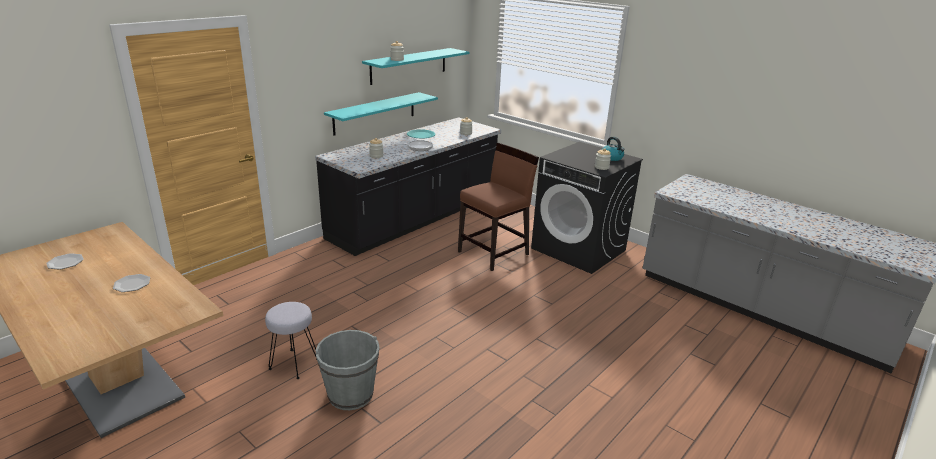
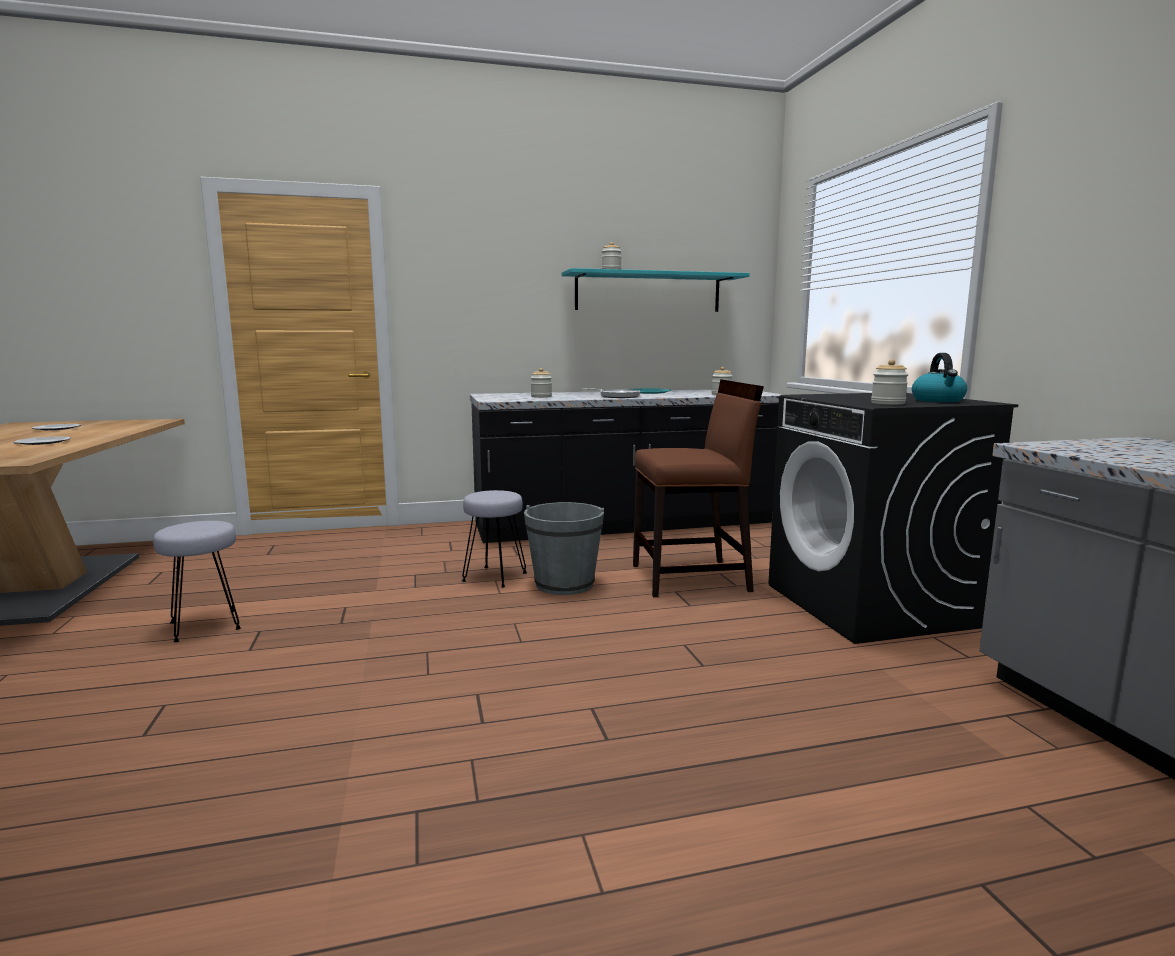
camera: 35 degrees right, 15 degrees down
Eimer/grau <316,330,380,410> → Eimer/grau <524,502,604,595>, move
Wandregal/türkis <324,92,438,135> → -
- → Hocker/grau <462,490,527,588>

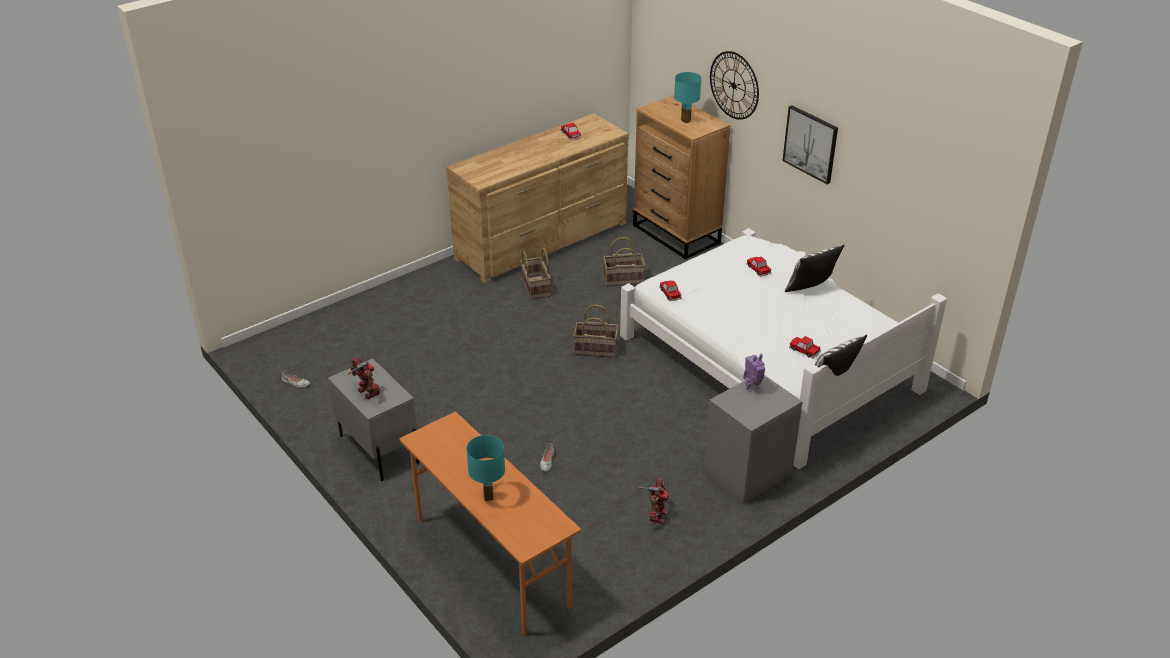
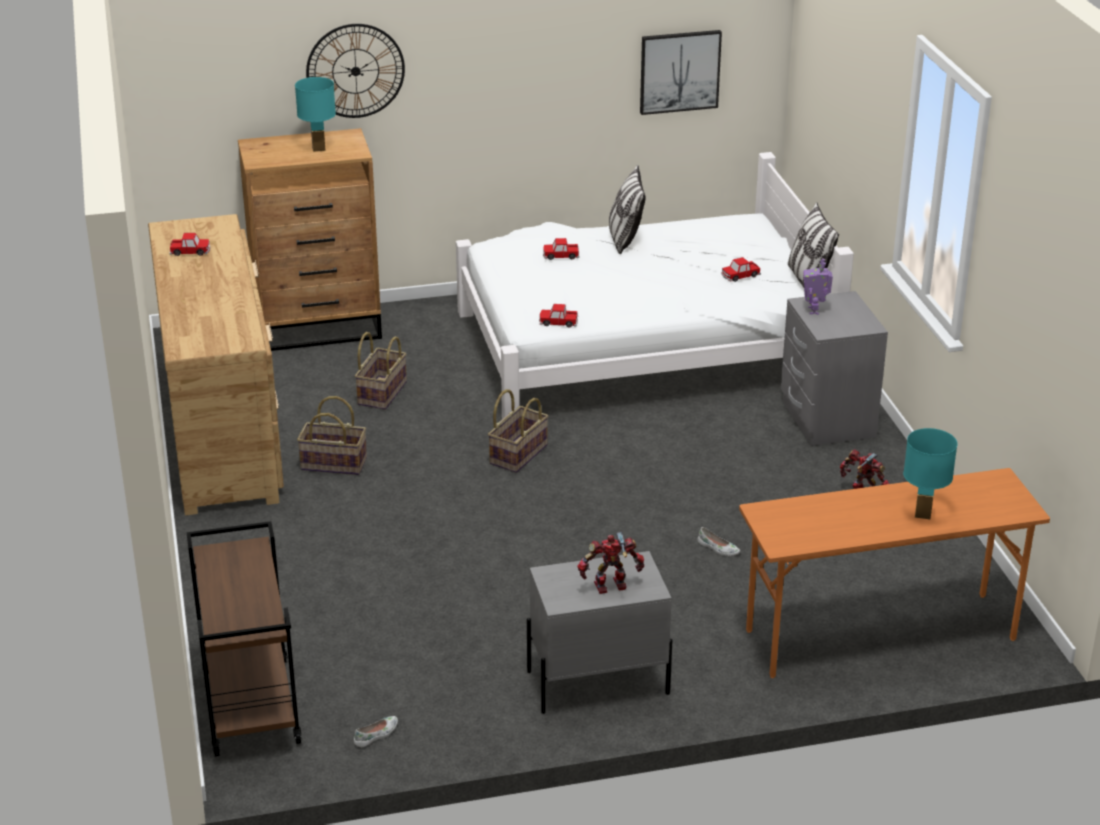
camera: 65 degrees left, 5 degrees down
Bild <783,105,838,184> → Bild <640,30,722,115>, move
- → Rollwagen/braun <187,521,301,757>

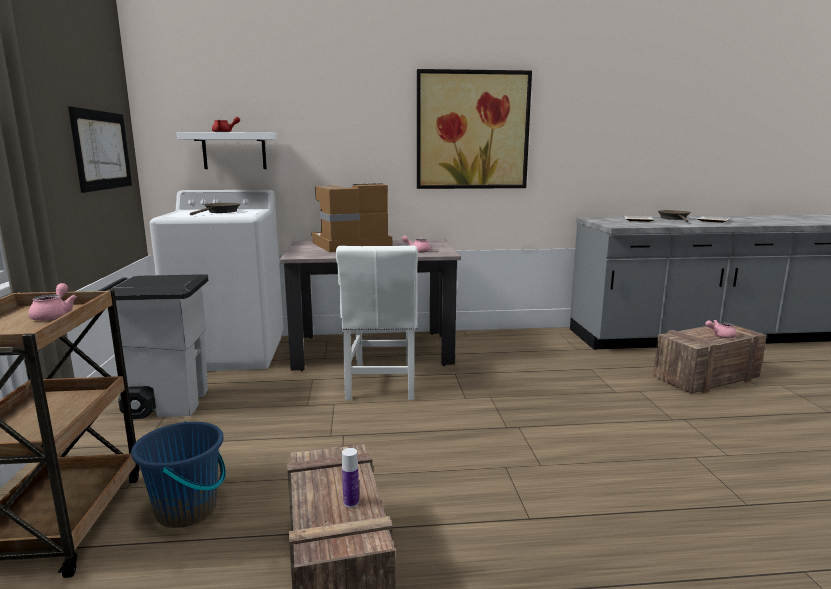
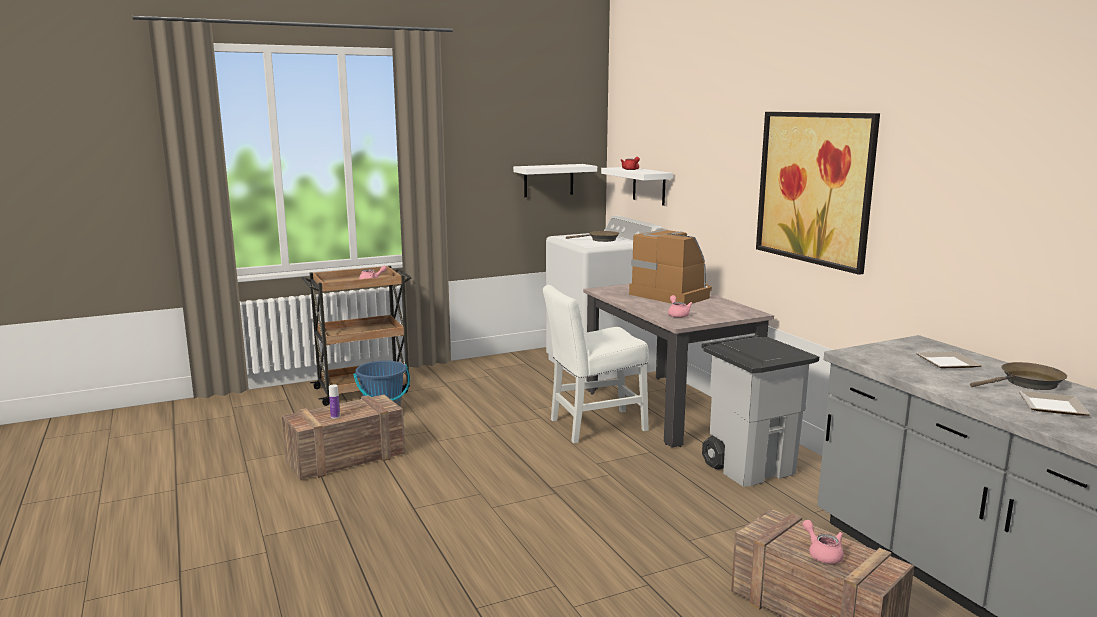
camera: 70 degrees right, 0 degrees up
Bild <68,106,132,193> → Wandregal/weiß <513,164,597,197>
Mülleimer/grau <98,274,209,419> → Mülleimer/grau <702,335,819,487>, move

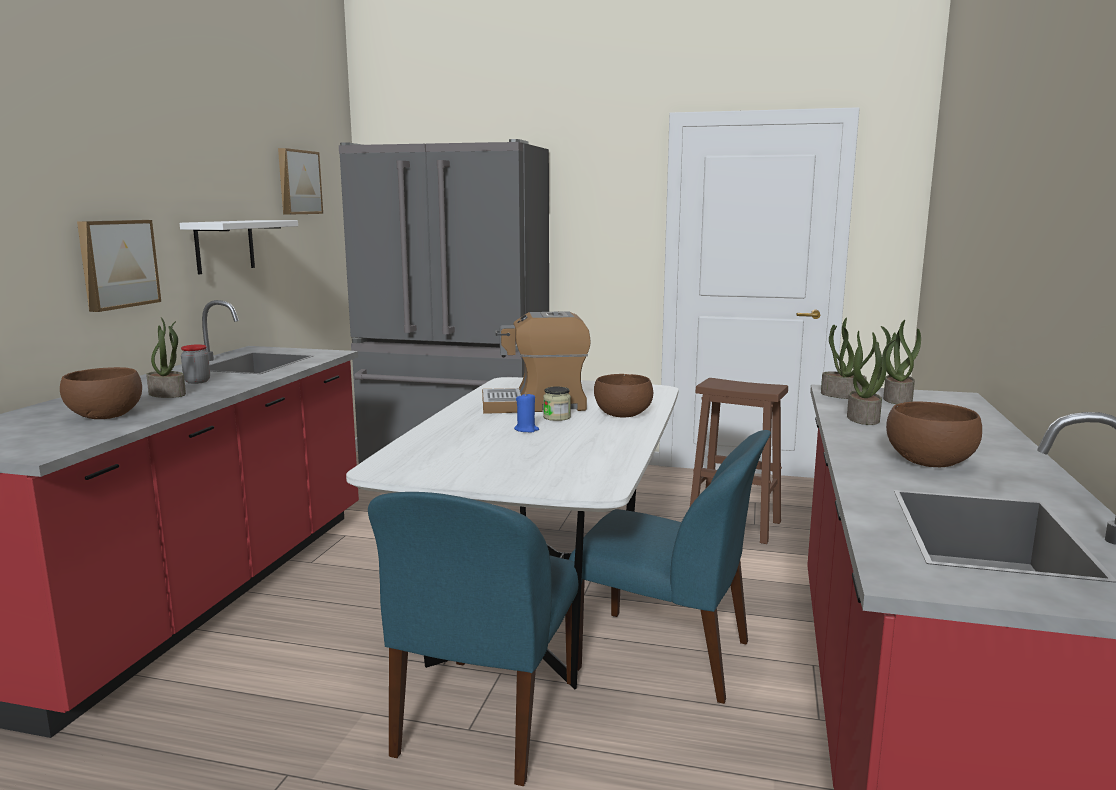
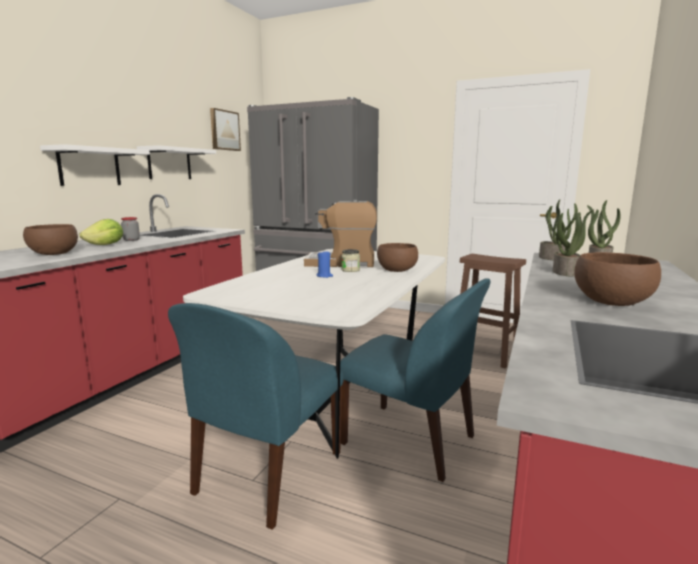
camera: 10 degrees right, 0 degrees up
Bild <77,220,161,312> → Wandregal/weiß <40,144,150,186>
Topfpflanze <146,317,186,398> → Salatkopf <80,219,123,245>

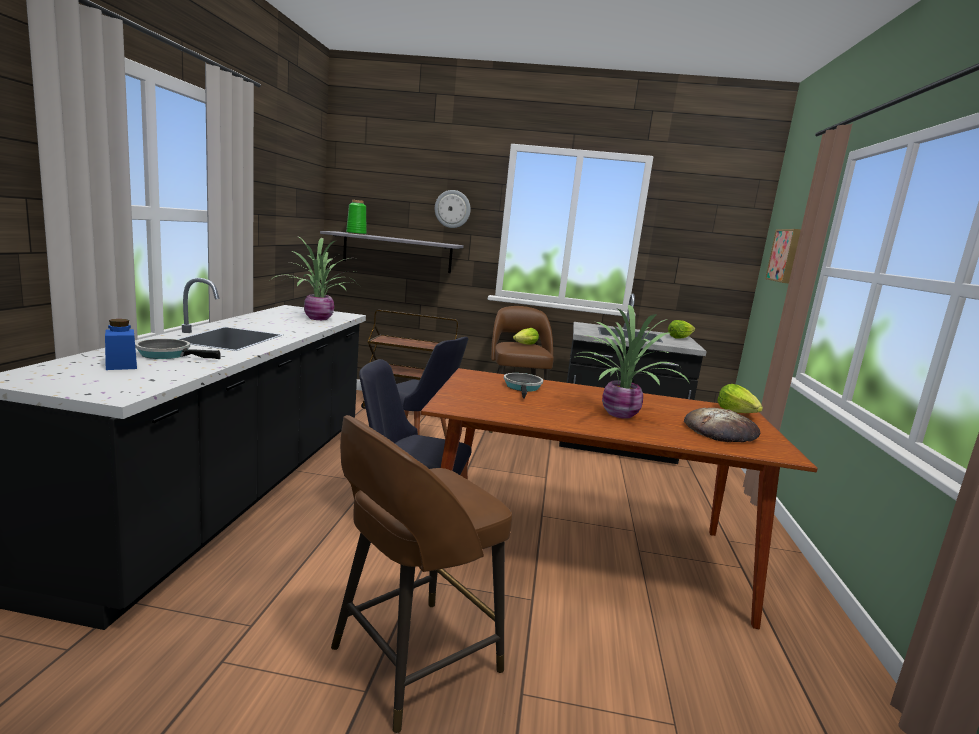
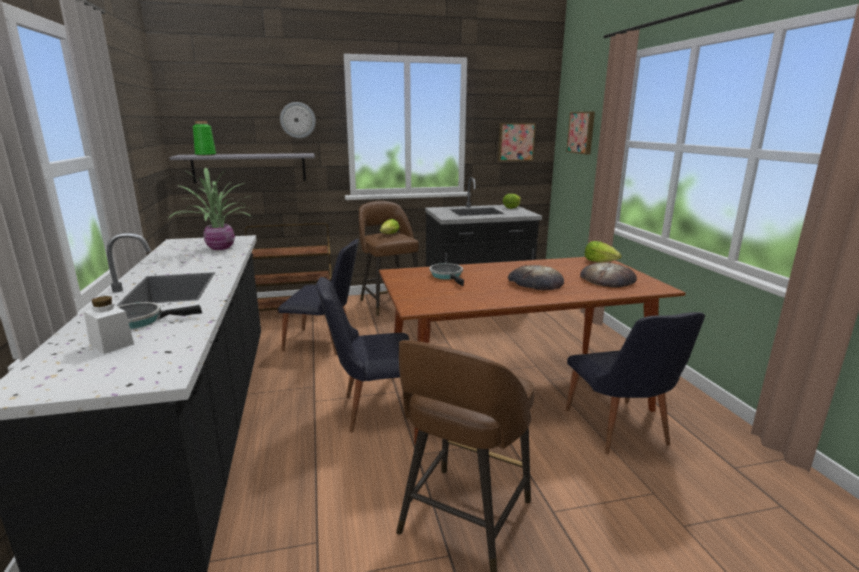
camera: 20 degrees left, 5 degrees up
Vorratsglas/blau <105,319,137,370> → Vorratsglas/weiß <84,296,134,354>
Topfpflanze <576,305,689,419> → Brot <508,265,564,291>
- → Bild <498,123,536,161>
- → Stuhl/schwarz <566,312,705,455>

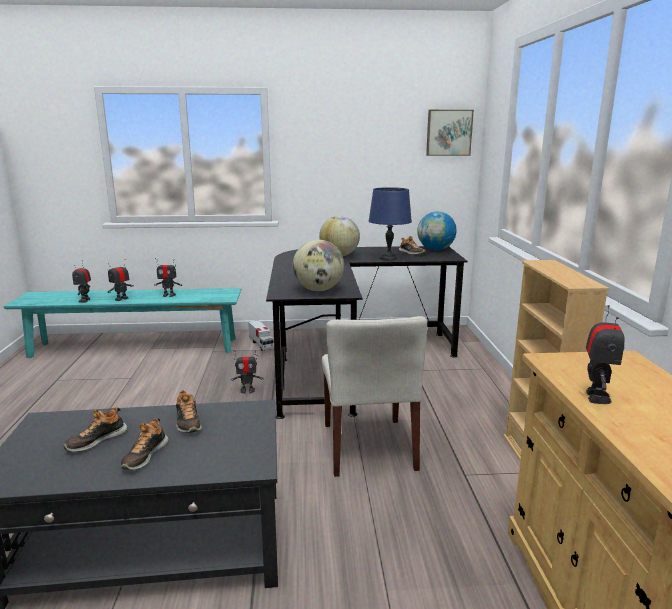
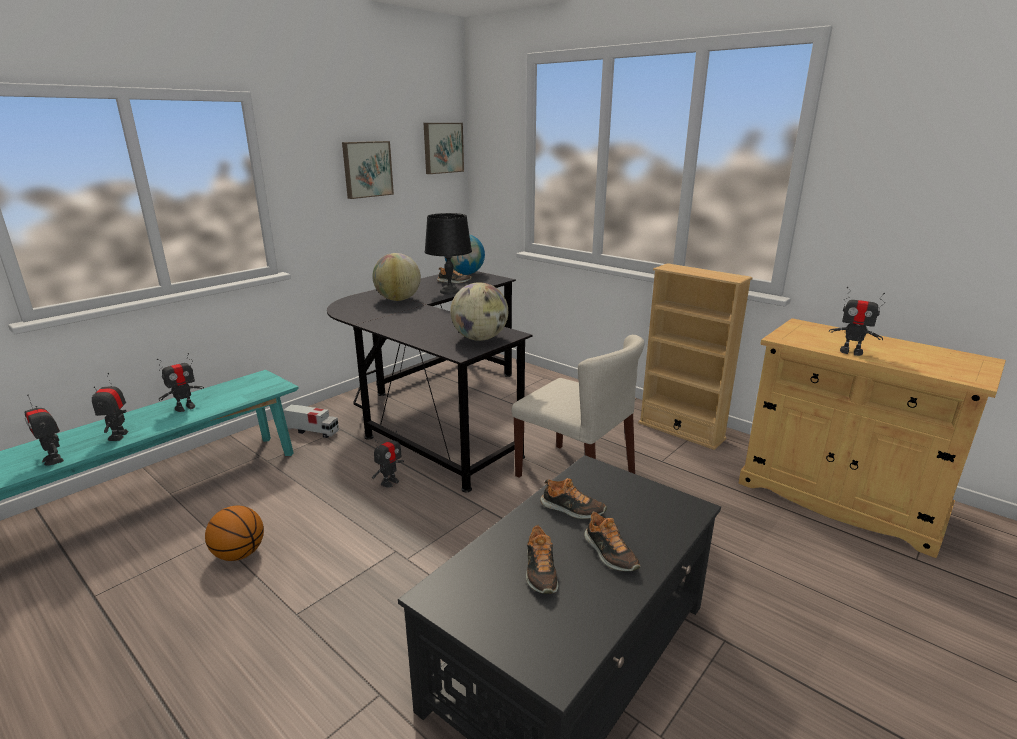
camera: 45 degrees left, 5 degrees up
Tischlampe/blau <369,187,412,260> → Tischlampe/schwarz <425,213,472,294>
Spielzeugroboter <586,305,625,404> → Spielzeugroboter <829,287,885,356>, 150 degrees clockwise
- → Basketball <205,506,264,561>
- → Bild <342,141,394,199>

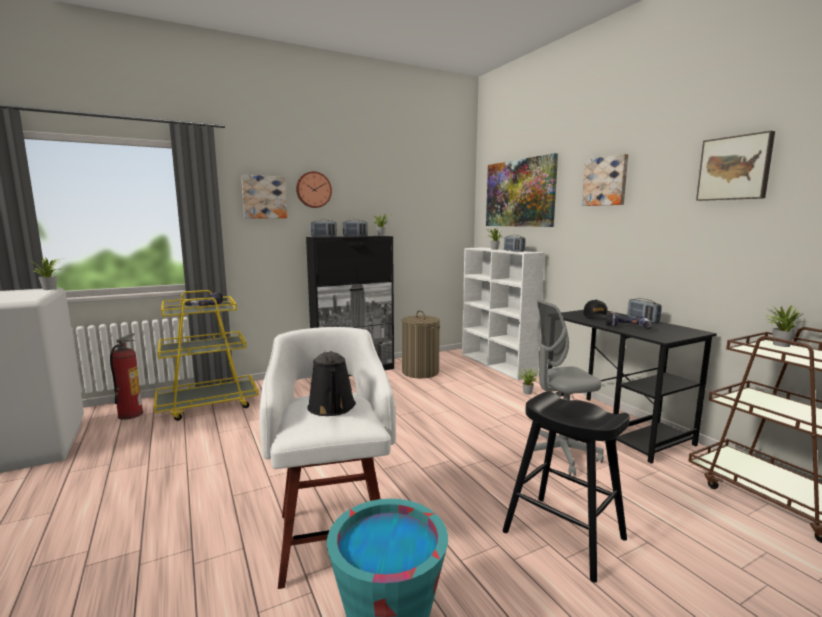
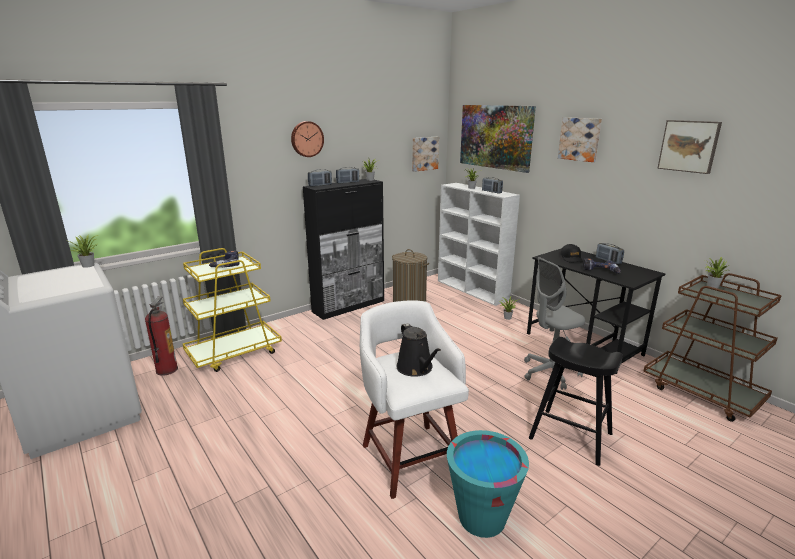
camera: 10 degrees left, 10 degrees up
Bild <241,175,287,218> → Bild <412,137,439,172>, move

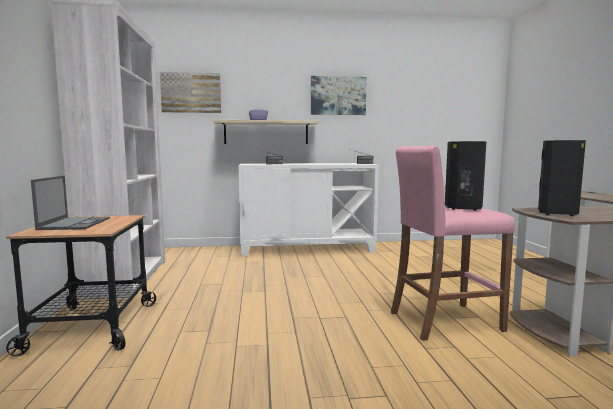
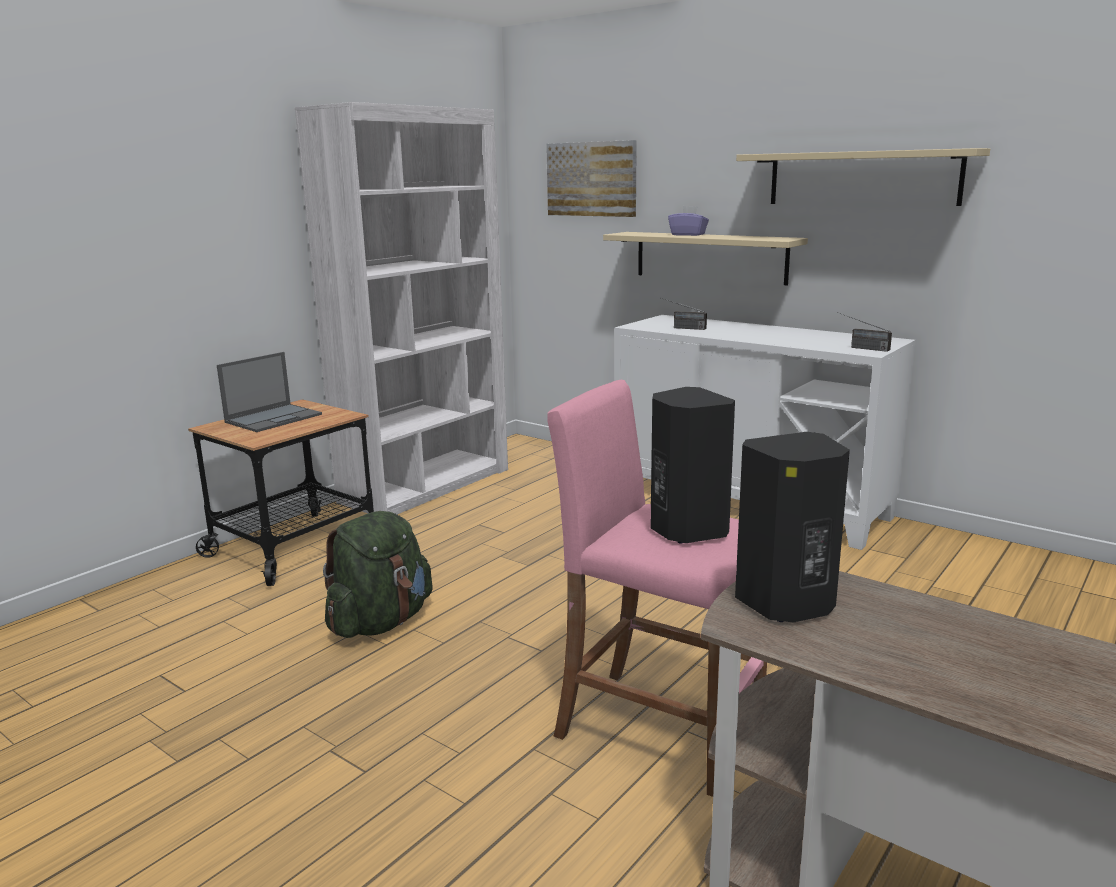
camera: 45 degrees right, 10 degrees up
Bild <311,76,367,115> → Wandregal/beige <736,148,990,206>
- → Rucksack/grün <323,511,432,638>

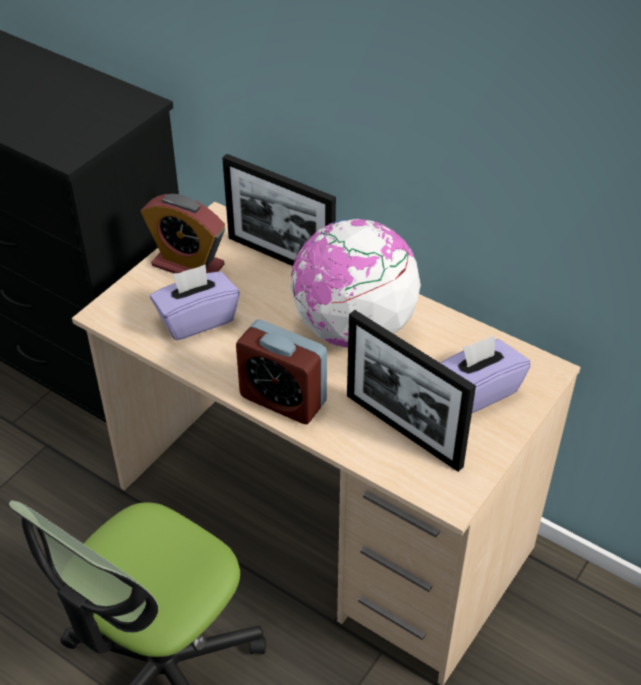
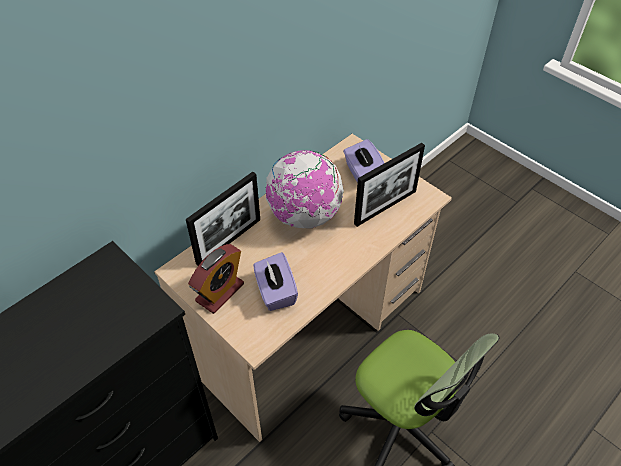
camera: 80 degrees left, 5 degrees up
Wecker <236,319,327,424> → -

